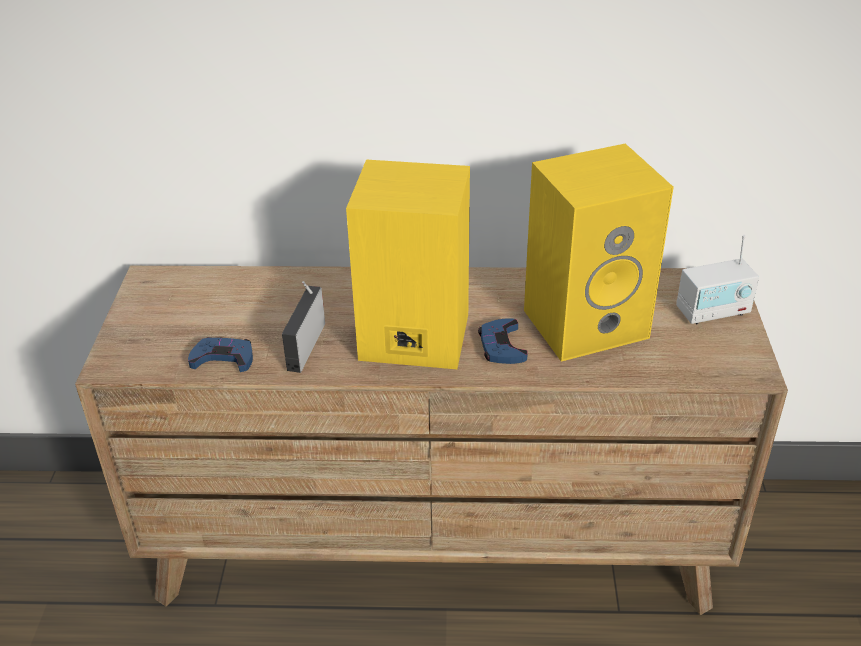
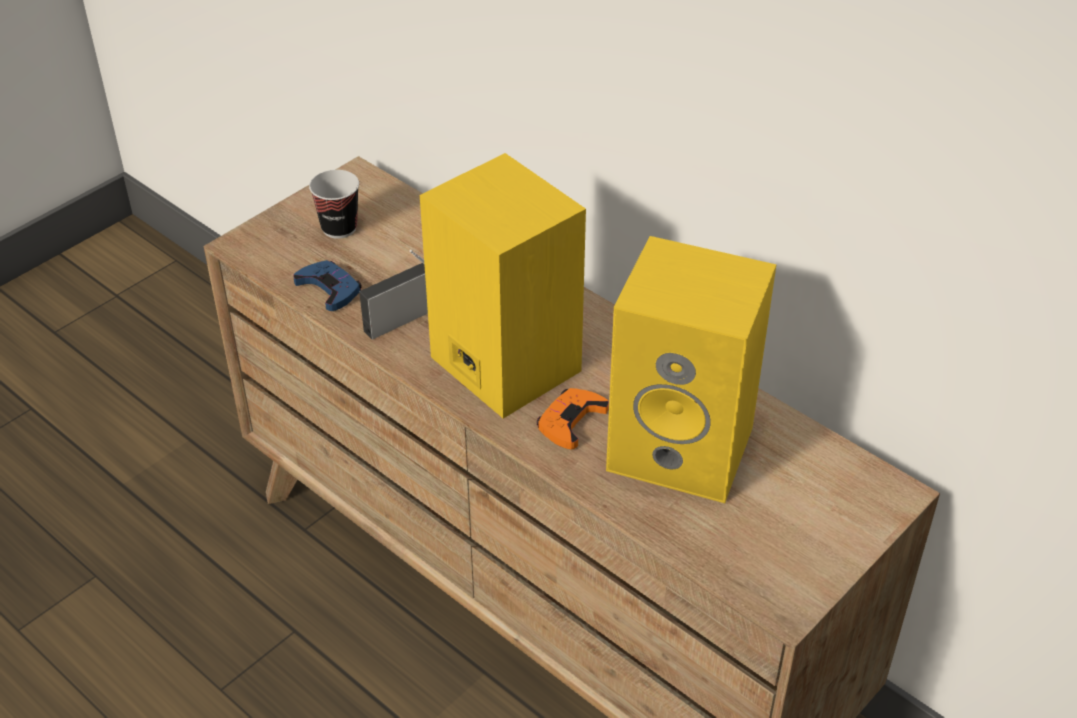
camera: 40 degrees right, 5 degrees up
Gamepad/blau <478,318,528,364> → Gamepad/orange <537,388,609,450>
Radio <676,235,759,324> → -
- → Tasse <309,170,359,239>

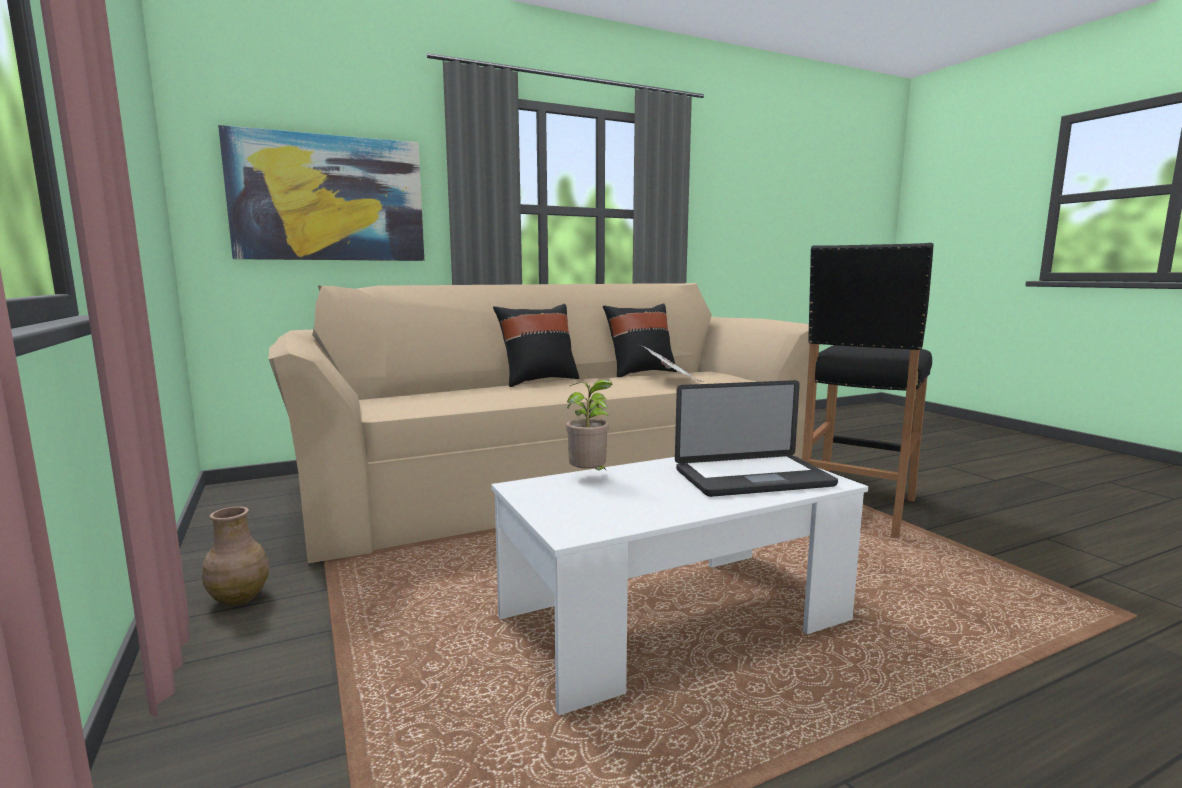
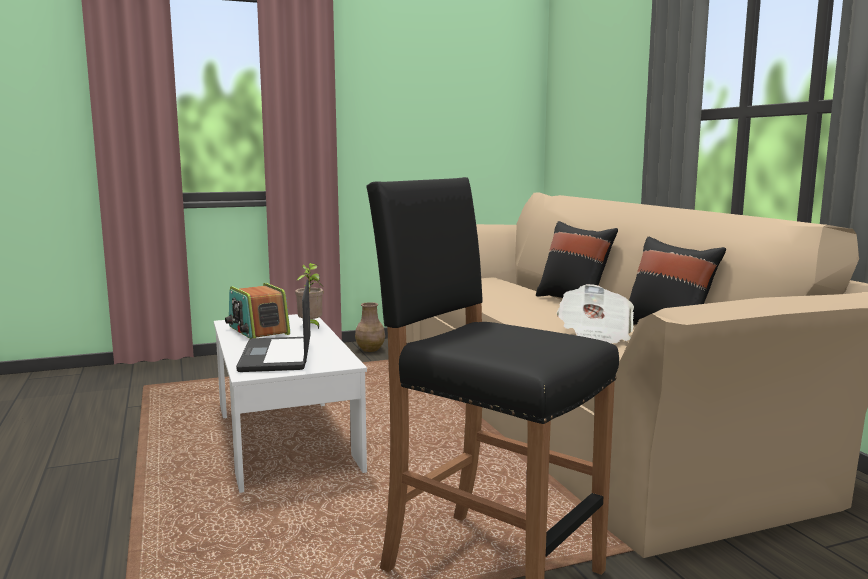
camera: 95 degrees right, 0 degrees up
Bild <218,125,424,261> → -
- → Radio <225,283,290,339>

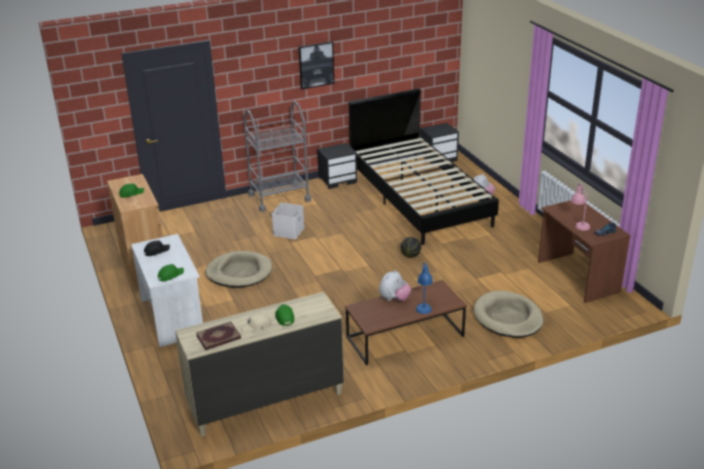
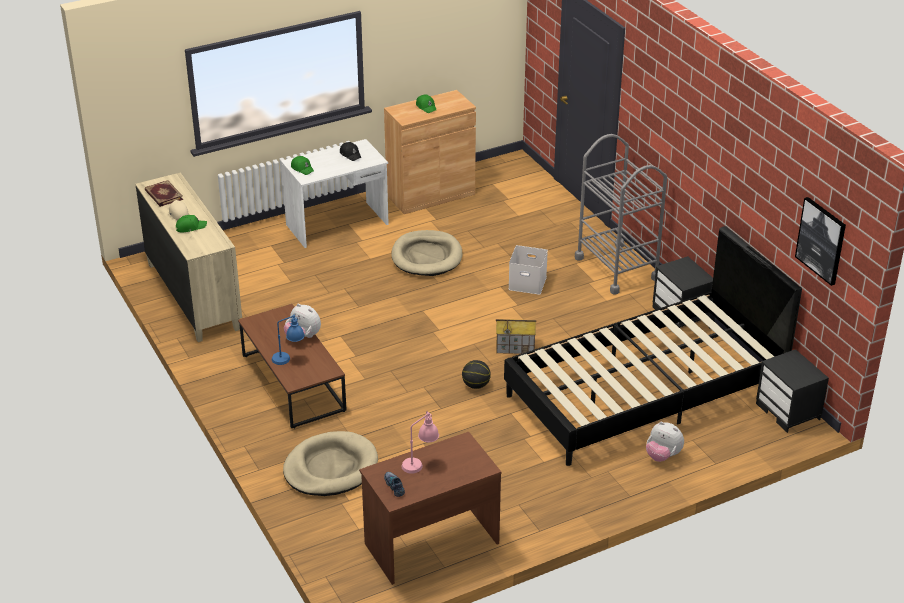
camera: 85 degrees right, 5 degrees up
Bild <299,41,334,89> → Bild <795,197,846,286>, move
- → Spielzeughaus <496,319,536,354>

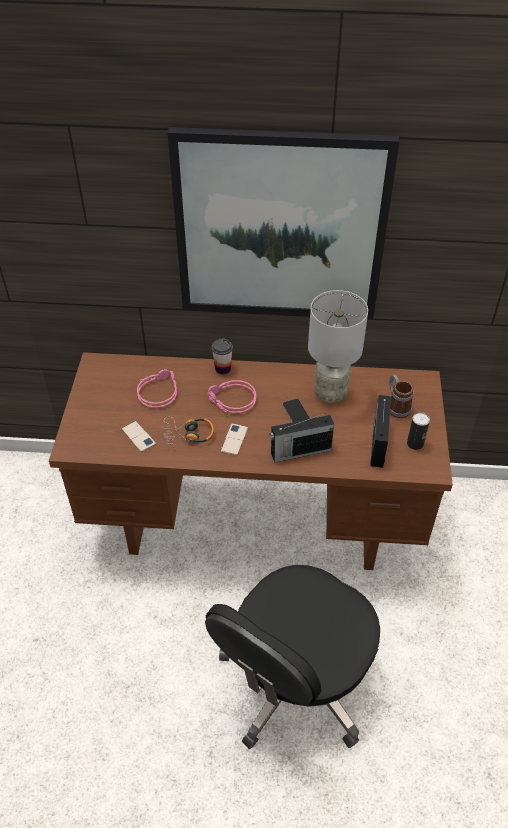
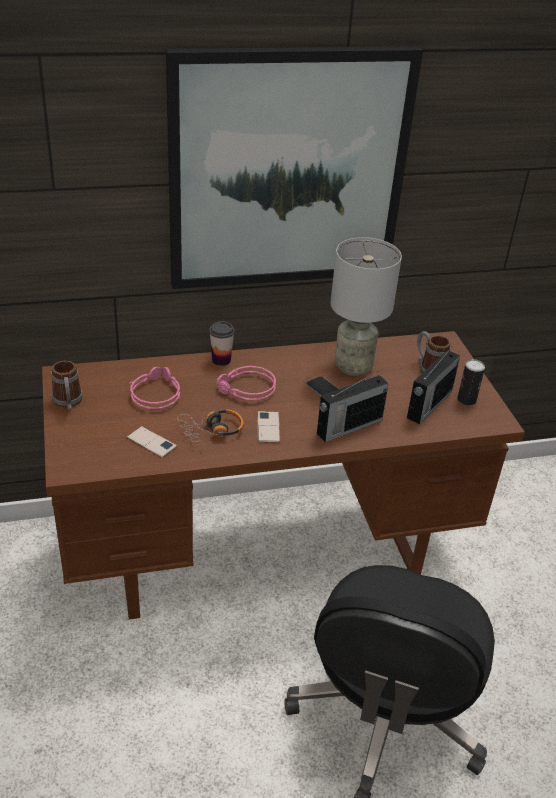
camera: 20 degrees left, 10 degrees down
Radio <370,395,391,468> → Radio <407,347,460,424>, 135 degrees counterclockwise
- → Henkelbecher <51,361,83,410>

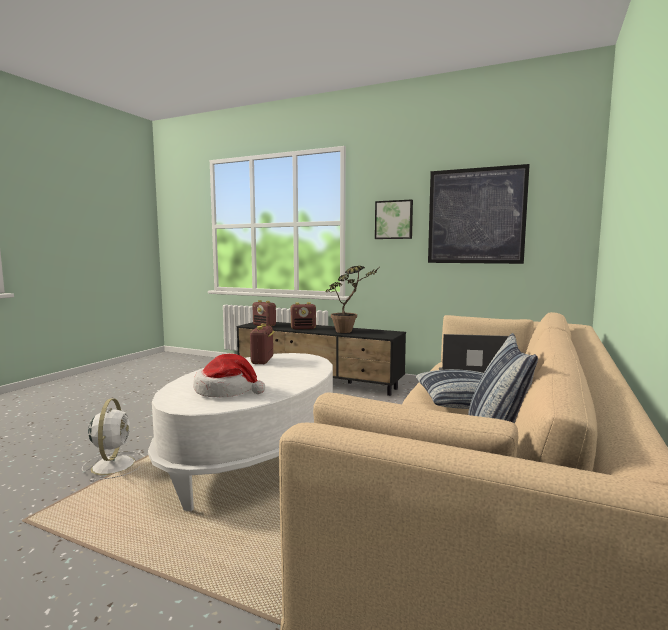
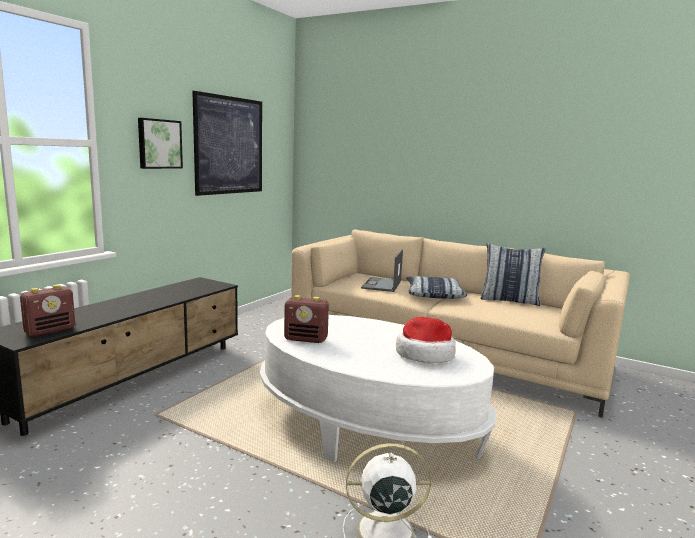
camera: 85 degrees left, 5 degrees up
Radio <291,302,316,330> → -
Topfpflanze <325,266,379,333> → -

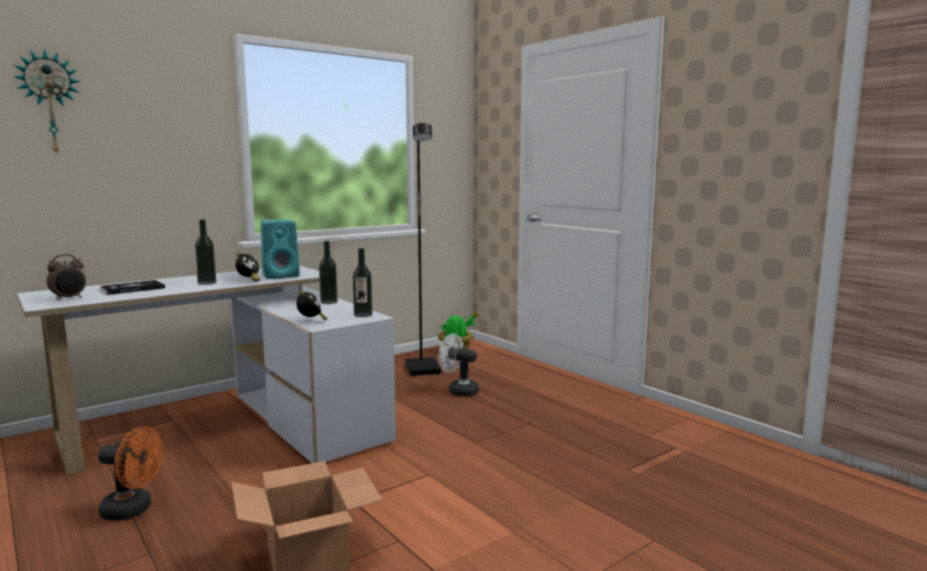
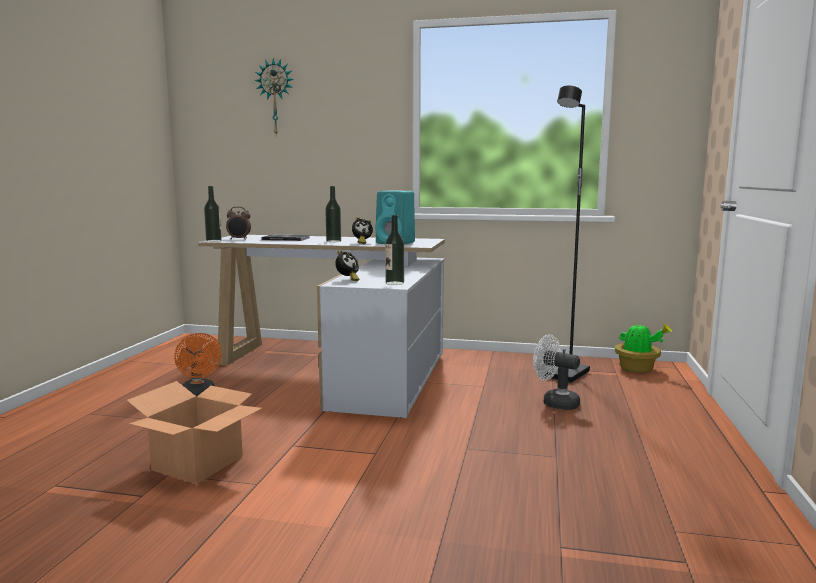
camera: 50 degrees right, 0 degrees up
Flasche <319,241,338,304> → Flasche <204,186,222,242>, move
Ventilator/weiß <438,334,479,396> → Ventilator/weiß <533,335,580,410>, 45 degrees counterclockwise

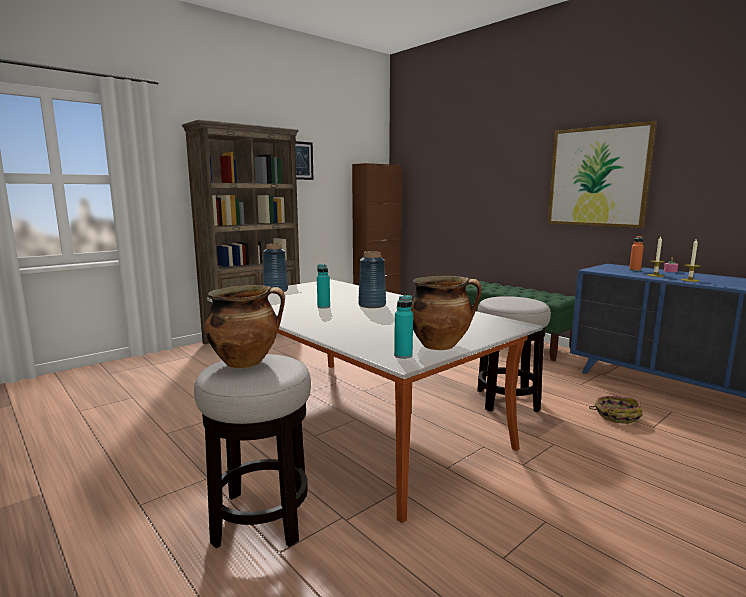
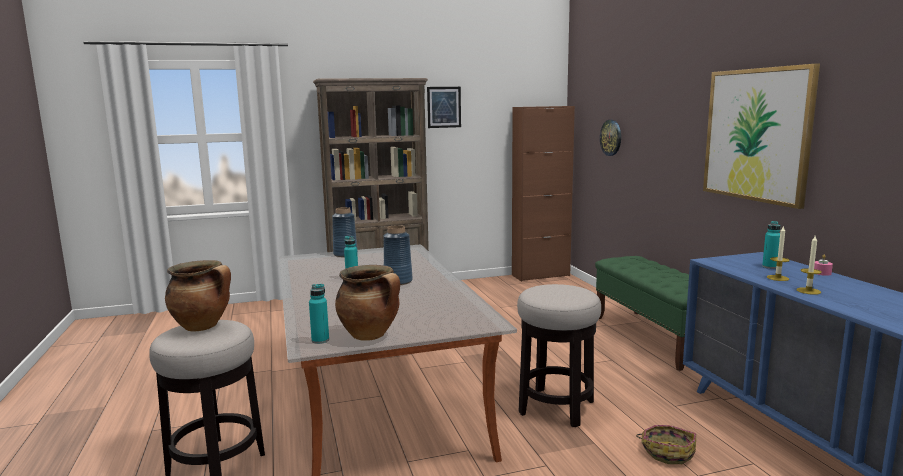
camera: 25 degrees right, 0 degrees up
Flasche/orange <629,236,644,271> → Flasche/türkis <762,221,780,269>
- → Wanduhr <600,120,621,156>

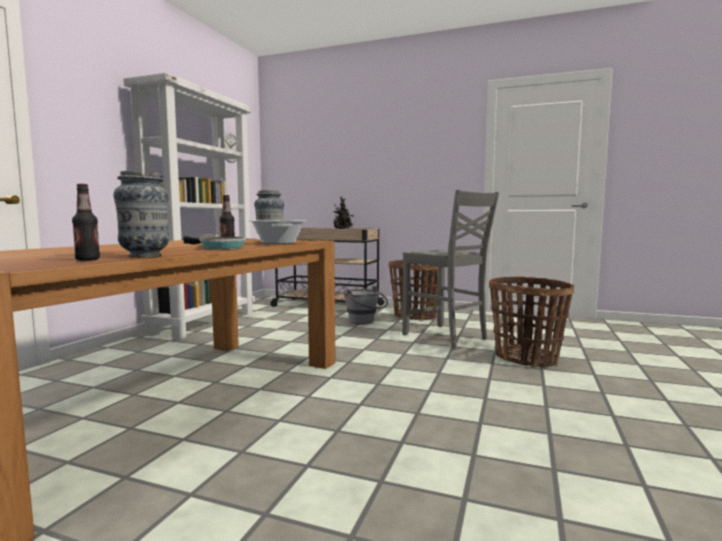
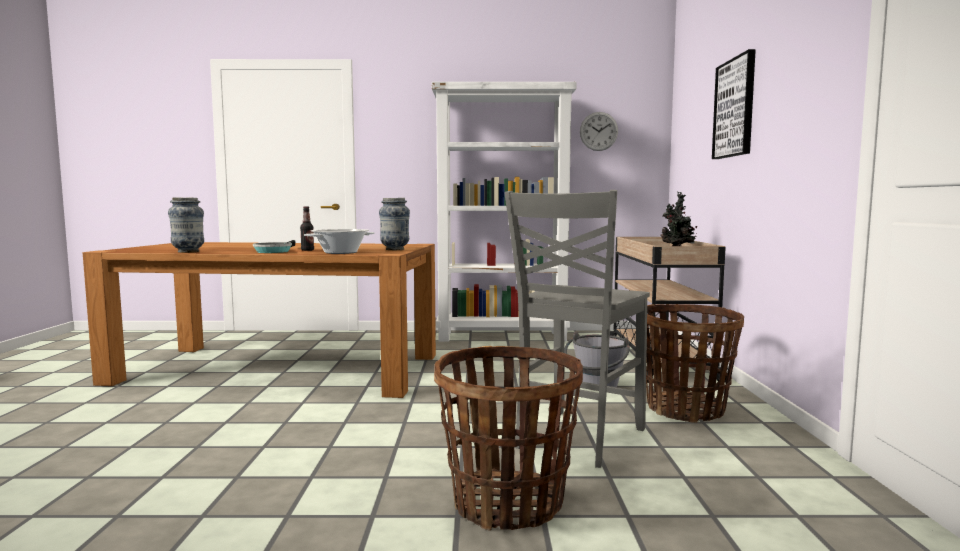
camera: 70 degrees right, 0 degrees up
Flasche <72,184,100,261> → -
- → Bild <712,49,756,159>

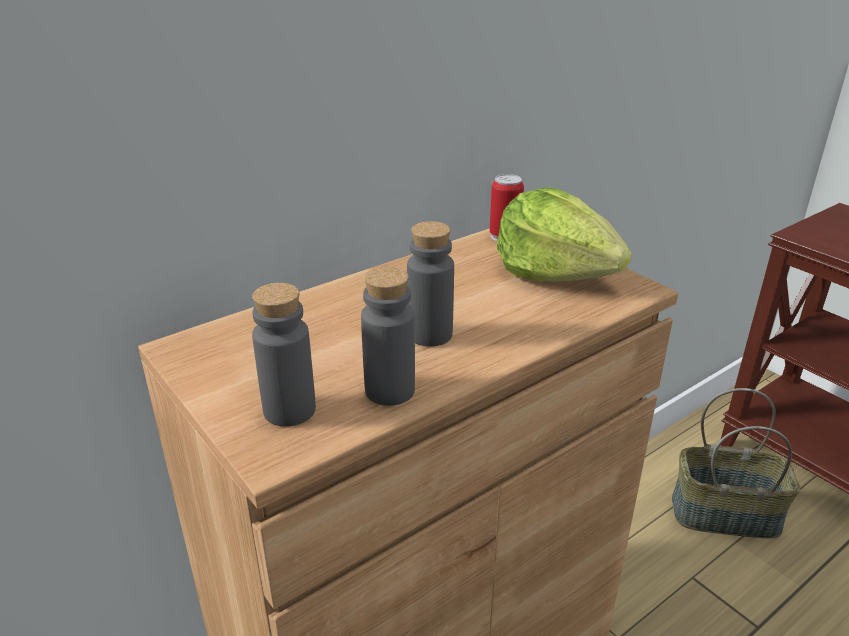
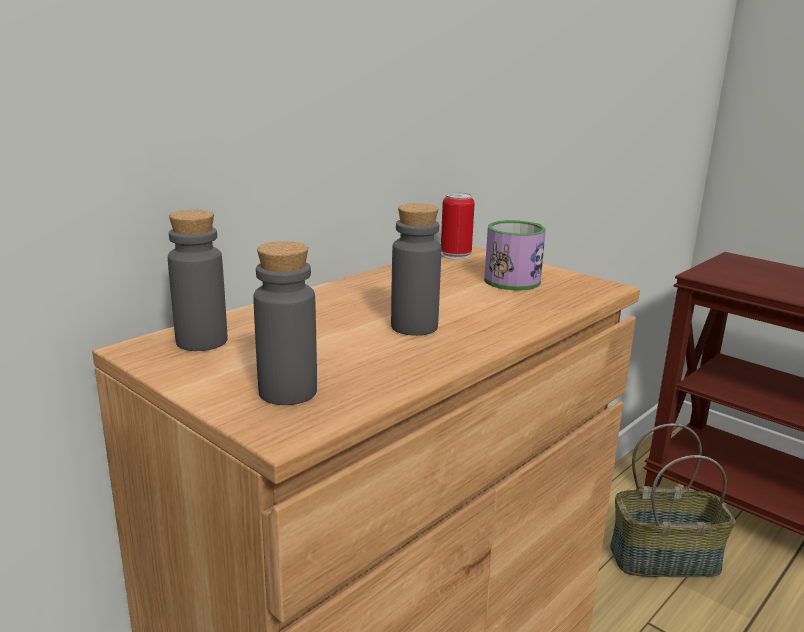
camera: 10 degrees left, 10 degrees down
Flasche/grau <361,266,415,406> → Flasche/grau <168,210,227,351>, move
Salatkopf <497,187,632,282> → Henkelbecher <484,220,546,291>

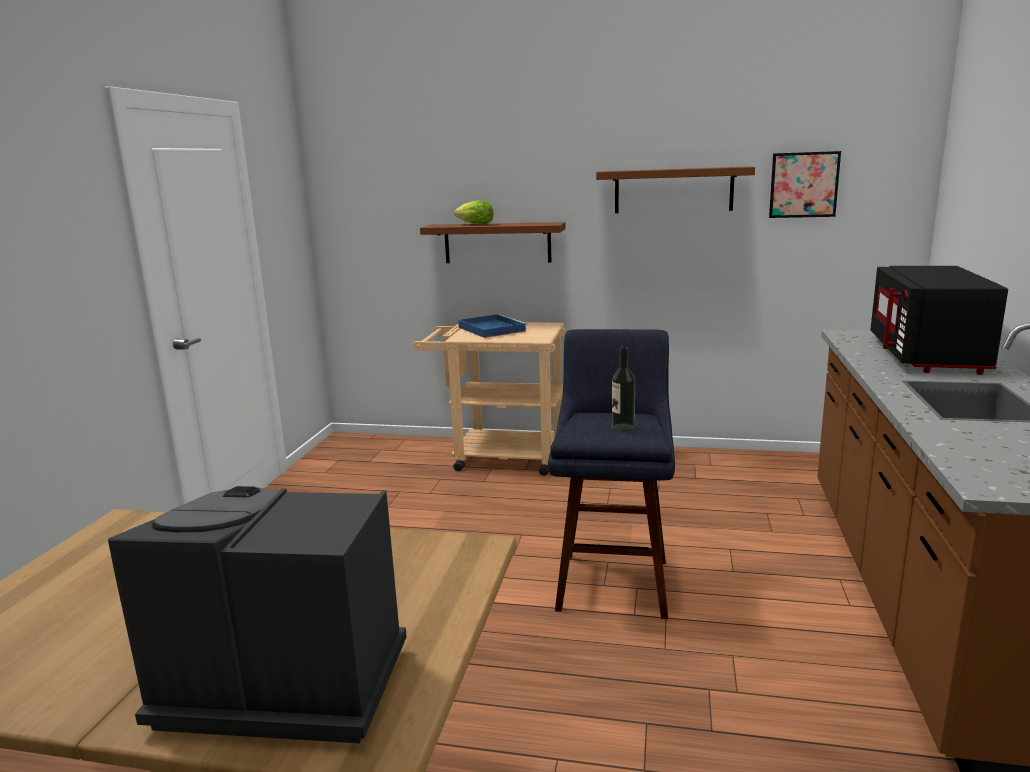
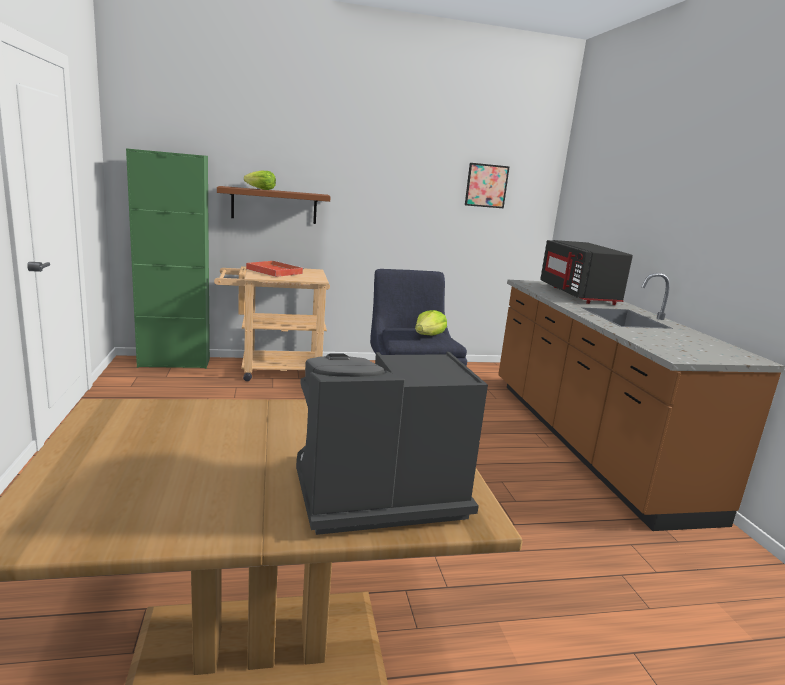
camera: 25 degrees left, 0 degrees up
Tablett/blau <458,314,528,338> → Tablett/rot <246,260,304,277>
Wandregal/braun <596,166,755,213> → -
Flasche <612,346,635,431> → Salatkopf <415,310,447,336>
- → Schrank/grün <126,148,210,369>

